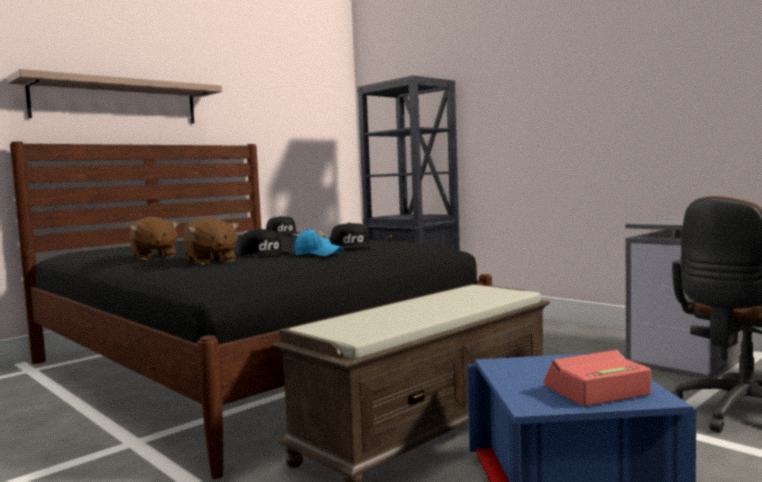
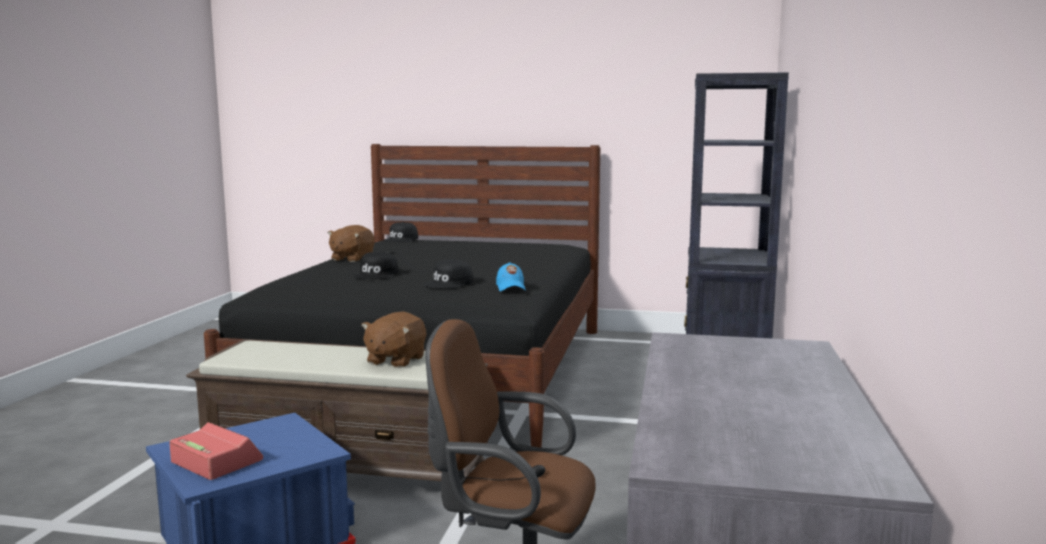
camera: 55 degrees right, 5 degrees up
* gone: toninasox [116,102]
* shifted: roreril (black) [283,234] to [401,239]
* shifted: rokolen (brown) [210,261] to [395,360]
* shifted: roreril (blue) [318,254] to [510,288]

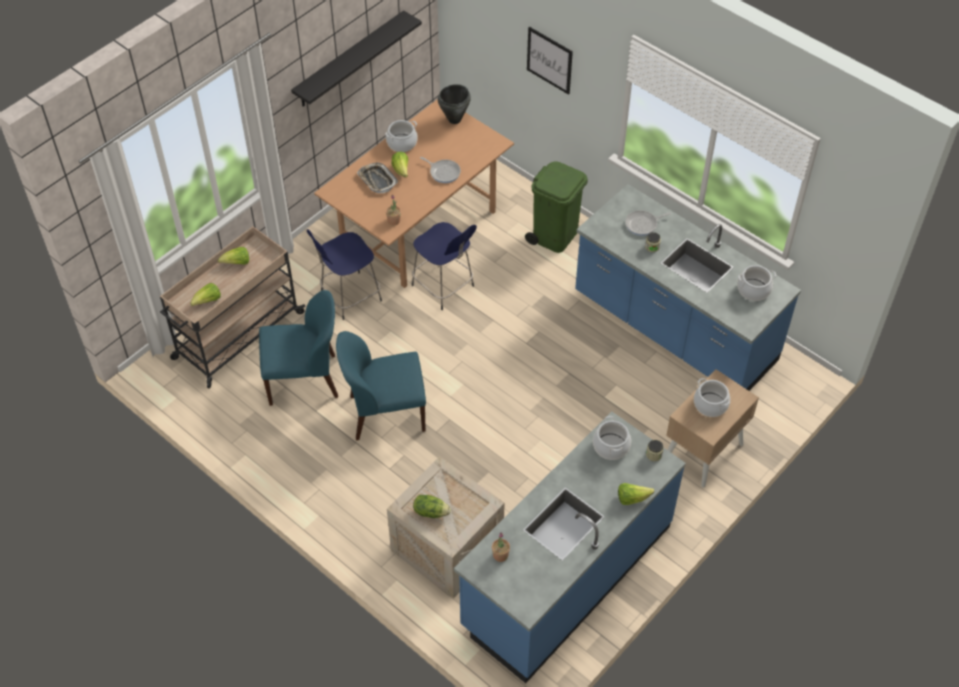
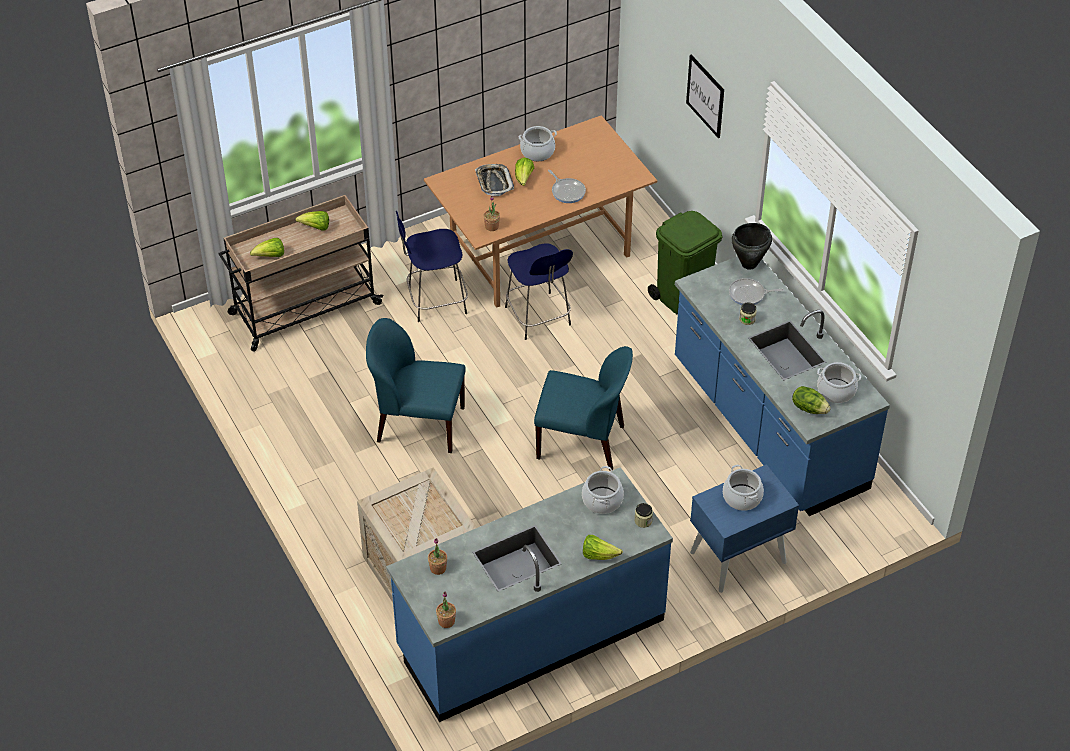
camera: 20 degrees right, 5 degrees down
* gone: toninasox (black) [349,60]
* shifted: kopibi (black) [455,119] to [749,264]
* shifted: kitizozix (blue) [304,379] to [583,442]
* repainted: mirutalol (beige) [703,452] to mirutalol (blue) [737,557]
* shifted: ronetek [431,511] to [809,408]
* new: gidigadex [446,621]

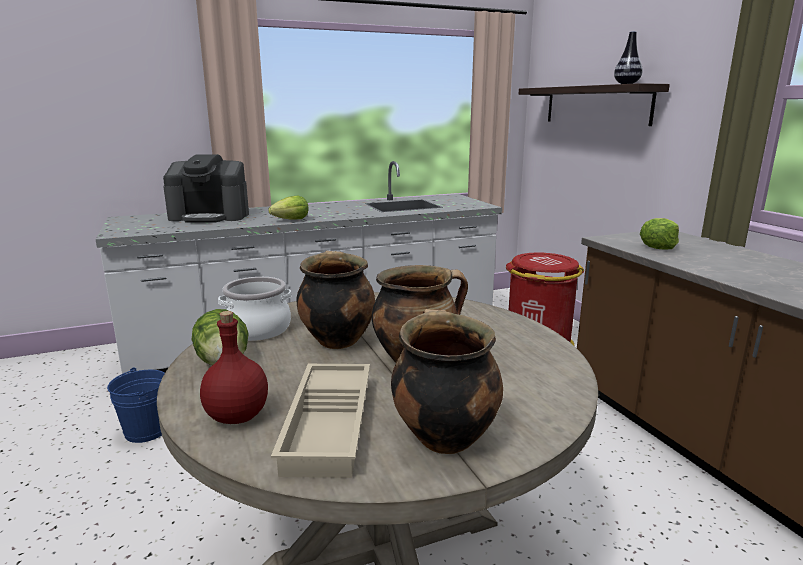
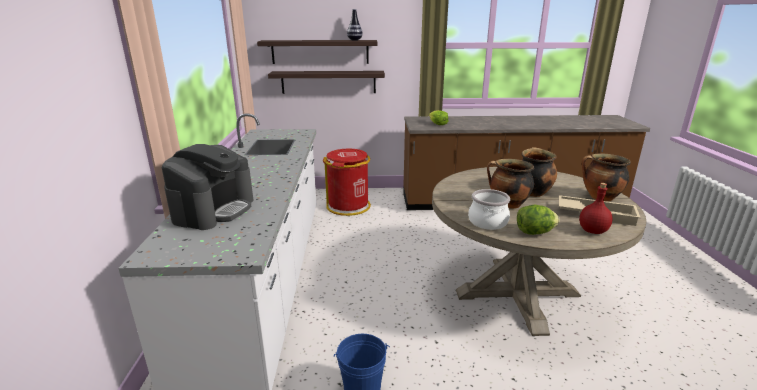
camera: 70 degrees left, 5 degrees up
* gone: ronetek [291,220]
* new: toninasox [328,82]

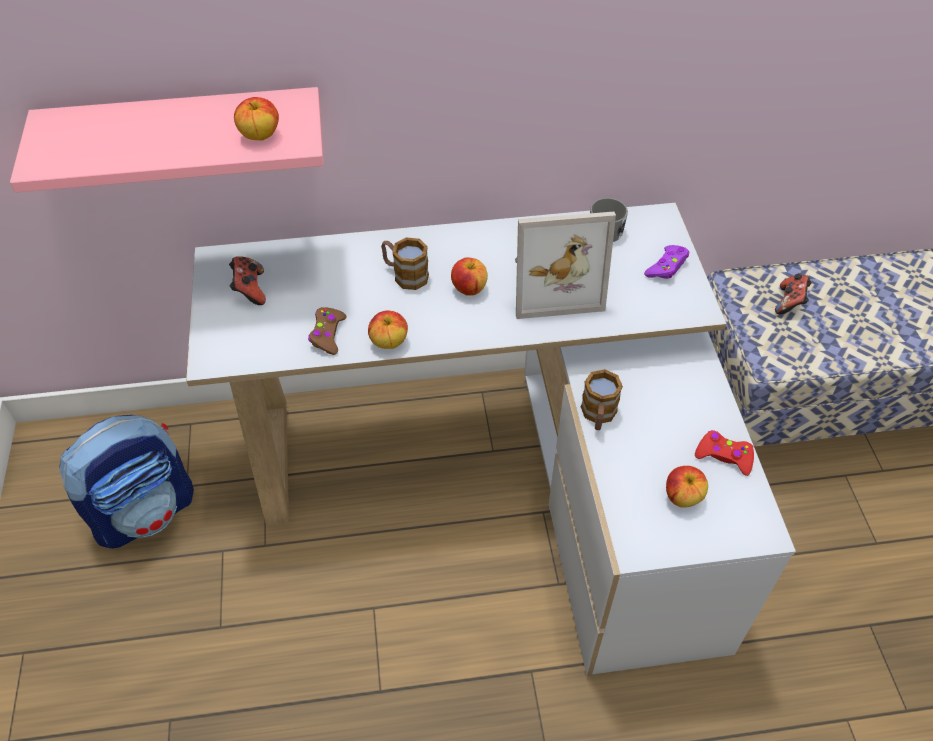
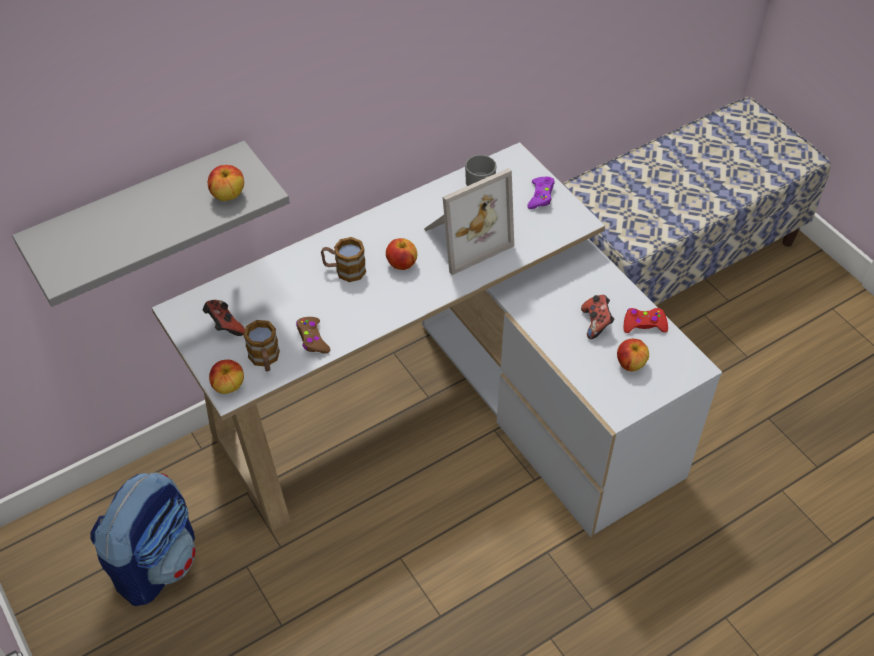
camera: 25 degrees left, 0 degrees up
* repainted: toninasox (pink) [186,137] to toninasox (grey) [140,215]
* shifted: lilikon [790,303] to [596,323]
* shifted: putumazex [389,342] to [228,386]
* shifted: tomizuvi [598,415] to [265,359]

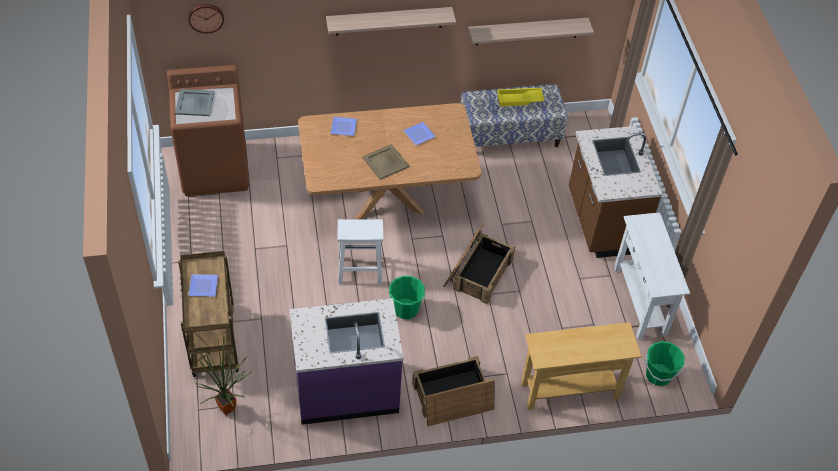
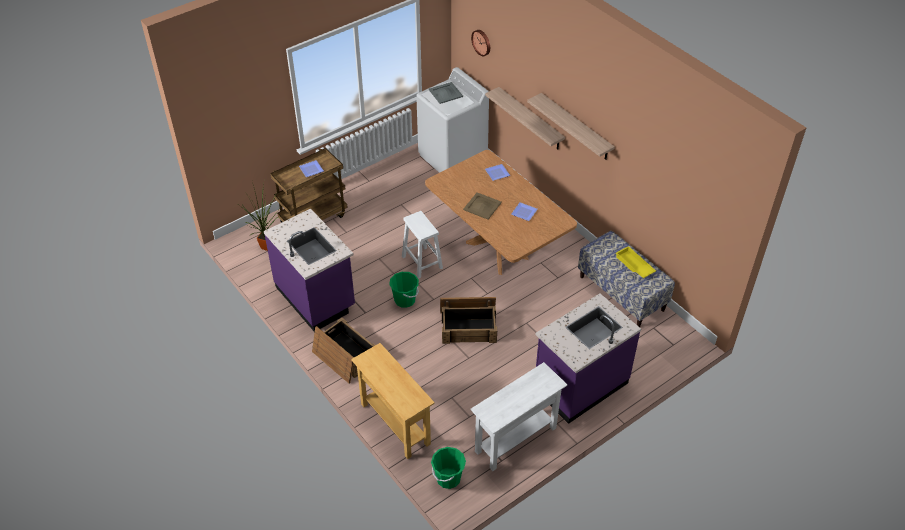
camera: 65 degrees right, 5 degrees down
* shifted: toninasox [527,31] to [530,119]
* repainted: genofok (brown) [215,169] to genofok (white) [453,157]
* repainted: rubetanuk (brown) [602,222] to rubetanuk (purple) [580,385]

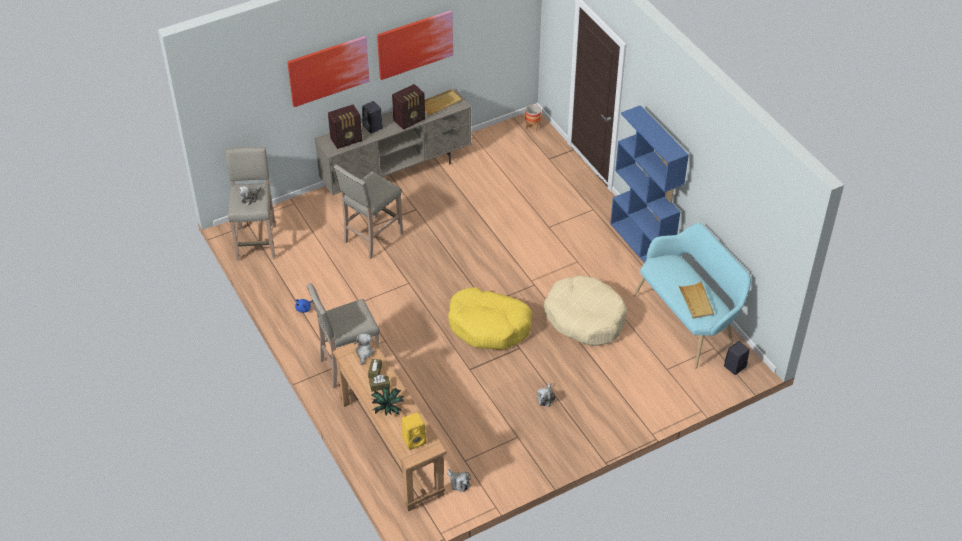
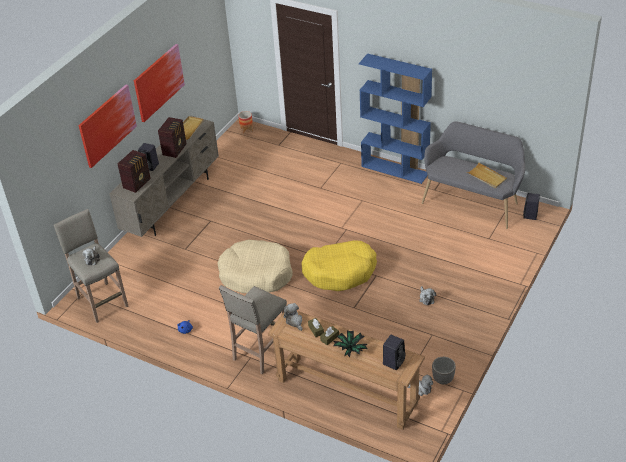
camera: 30 degrees left, 5 degrees down
* gone: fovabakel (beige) [372,238]
* repainted: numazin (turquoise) [688,320] to numazin (grey) [472,202]
* shifted: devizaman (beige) [585,318] to [256,274]
* repainted: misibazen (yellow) [415,440] to misibazen (black) [394,361]
* new: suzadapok [443,380]

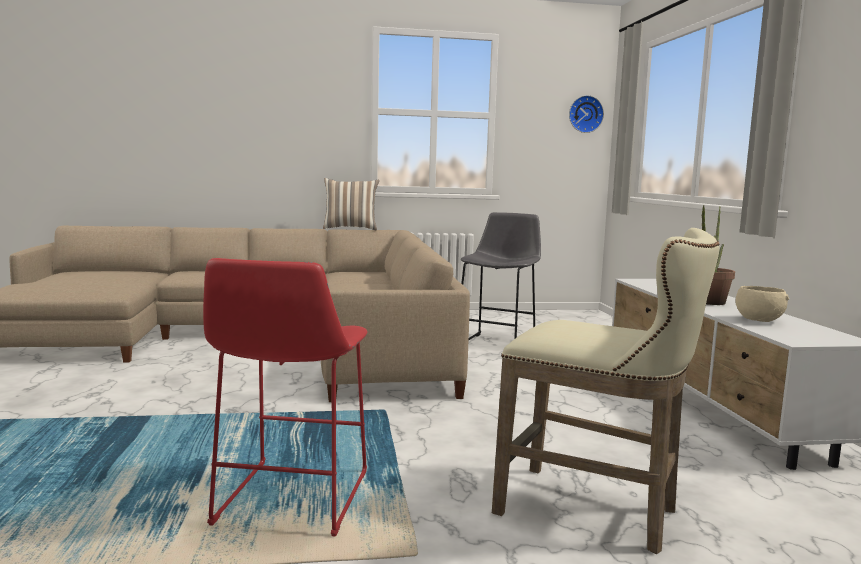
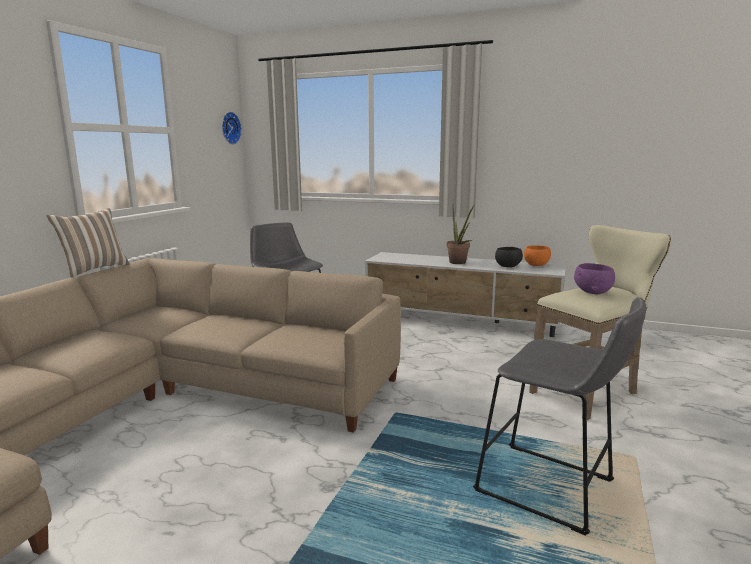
camera: 60 degrees left, 5 degrees up
* repainted: fovabakel (red) [289,502] to fovabakel (grey) [551,490]
* repainted: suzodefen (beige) [758,320] to suzodefen (black) [507,266]
* new: suzodefen (orange) [536,265]
* new: suzodefen (purple) [593,292]

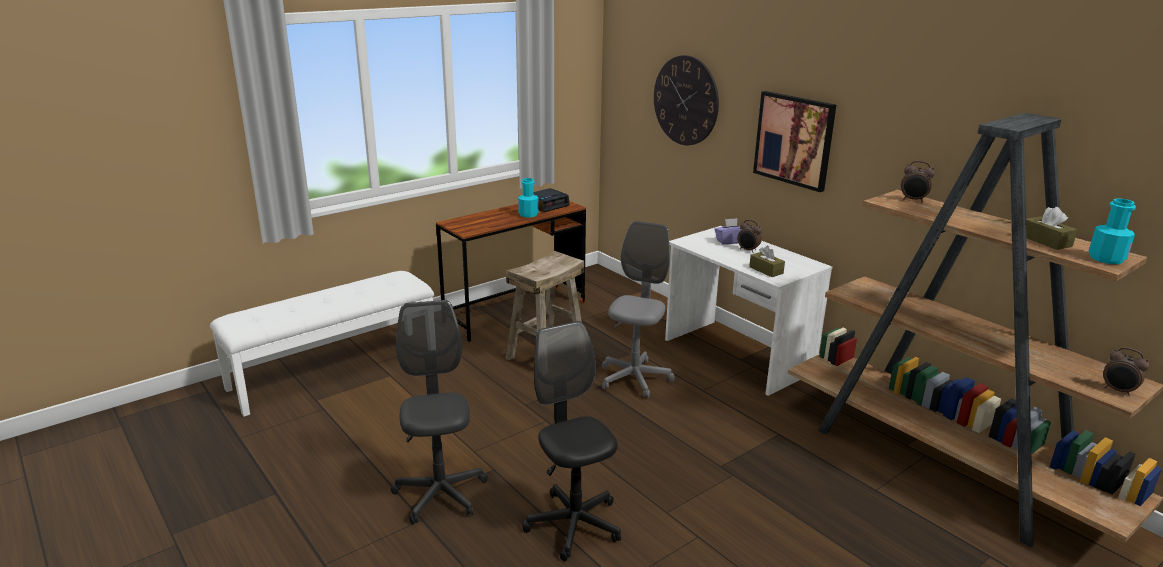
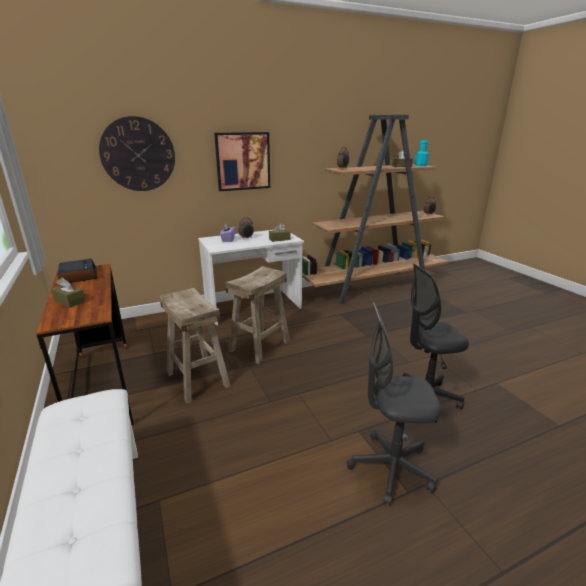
camera: 75 degrees left, 0 degrees up
* gone: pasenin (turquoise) [528,214]
* swapped: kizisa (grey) [634,379] to fovabakel (beige) [259,346]
* new: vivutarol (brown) [70,301]

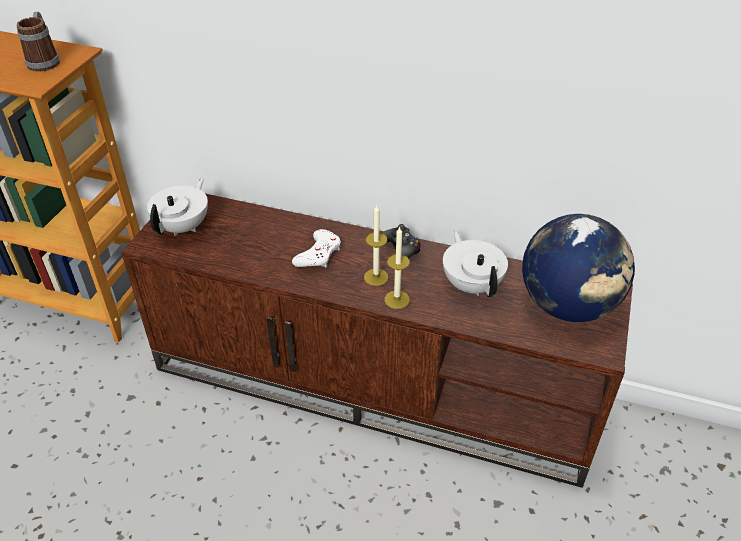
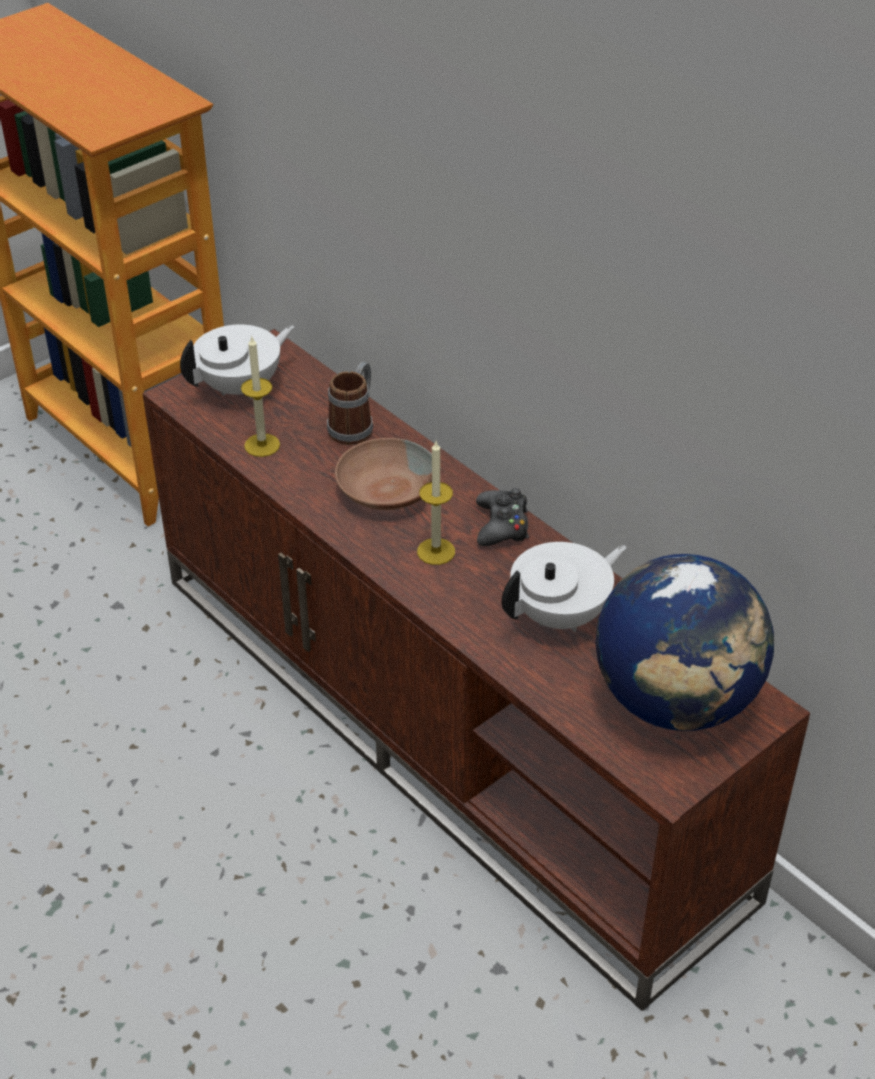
camera: 30 degrees right, 0 degrees up
* shifted: tomizuvi [45,61] to [354,425]
* shifted: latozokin [397,299] to [262,445]
* swapped: lilikon (white) [318,254] to suzodefen (brown) [385,490]
* rotated: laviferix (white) [472,284] = [561,615] 45 degrees clockwise

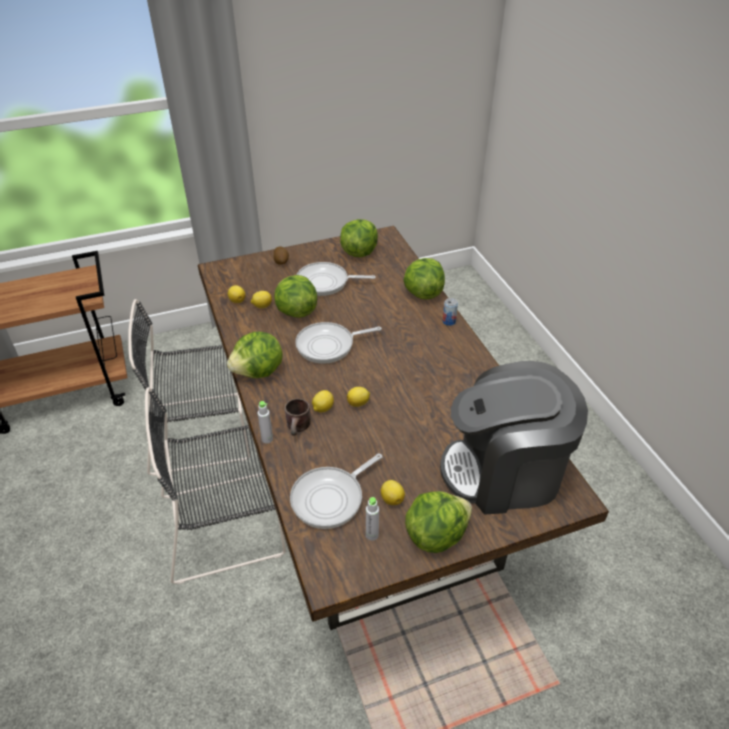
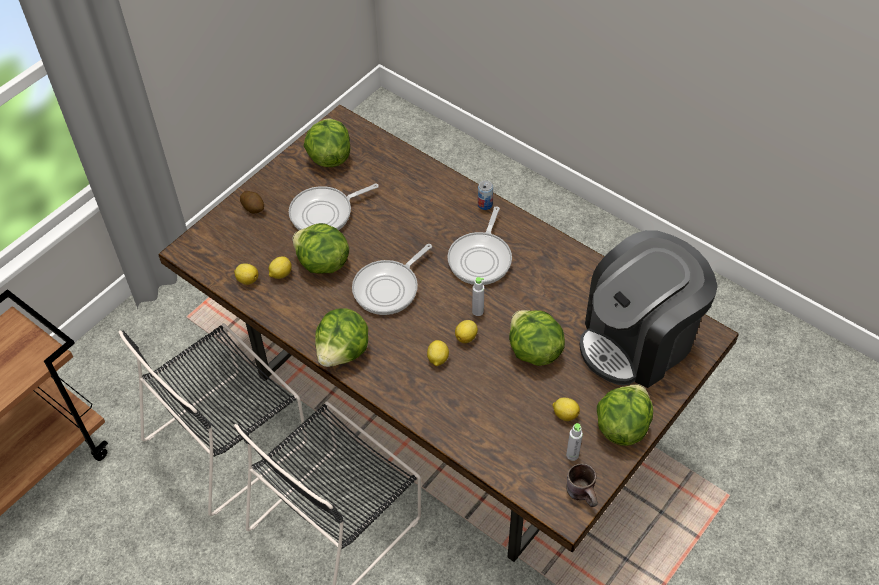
camera: 30 degrees left, 10 degrees up
* shifted: ronetek [423,293] to [533,351]
* shifted: tomizuvi (brown) [300,428] to [584,493]
* shifted: pasenin (grey) [267,439] to [477,311]
* shifted: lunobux [331,498] to [481,258]

